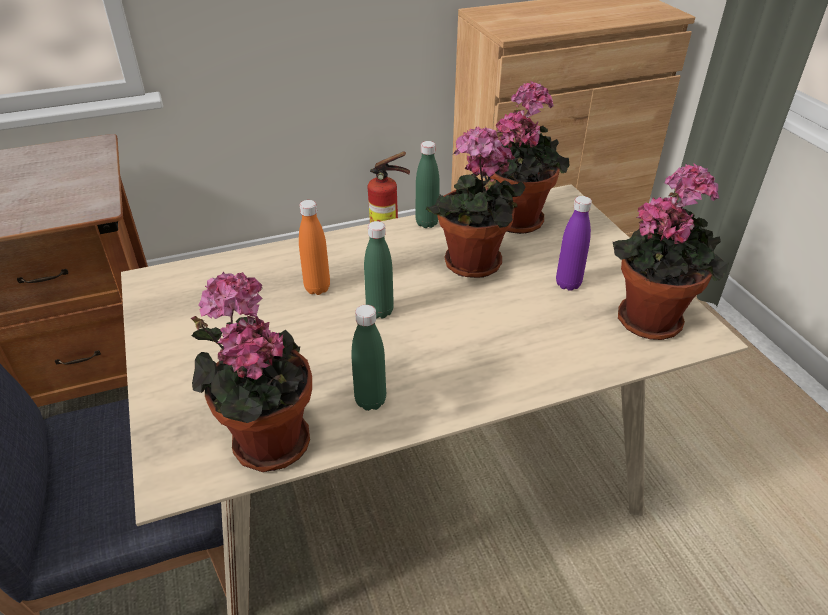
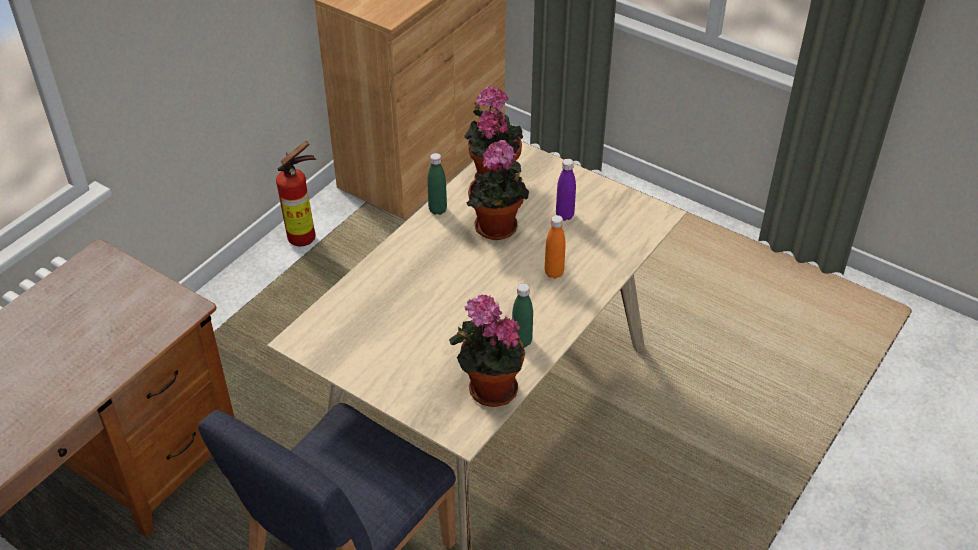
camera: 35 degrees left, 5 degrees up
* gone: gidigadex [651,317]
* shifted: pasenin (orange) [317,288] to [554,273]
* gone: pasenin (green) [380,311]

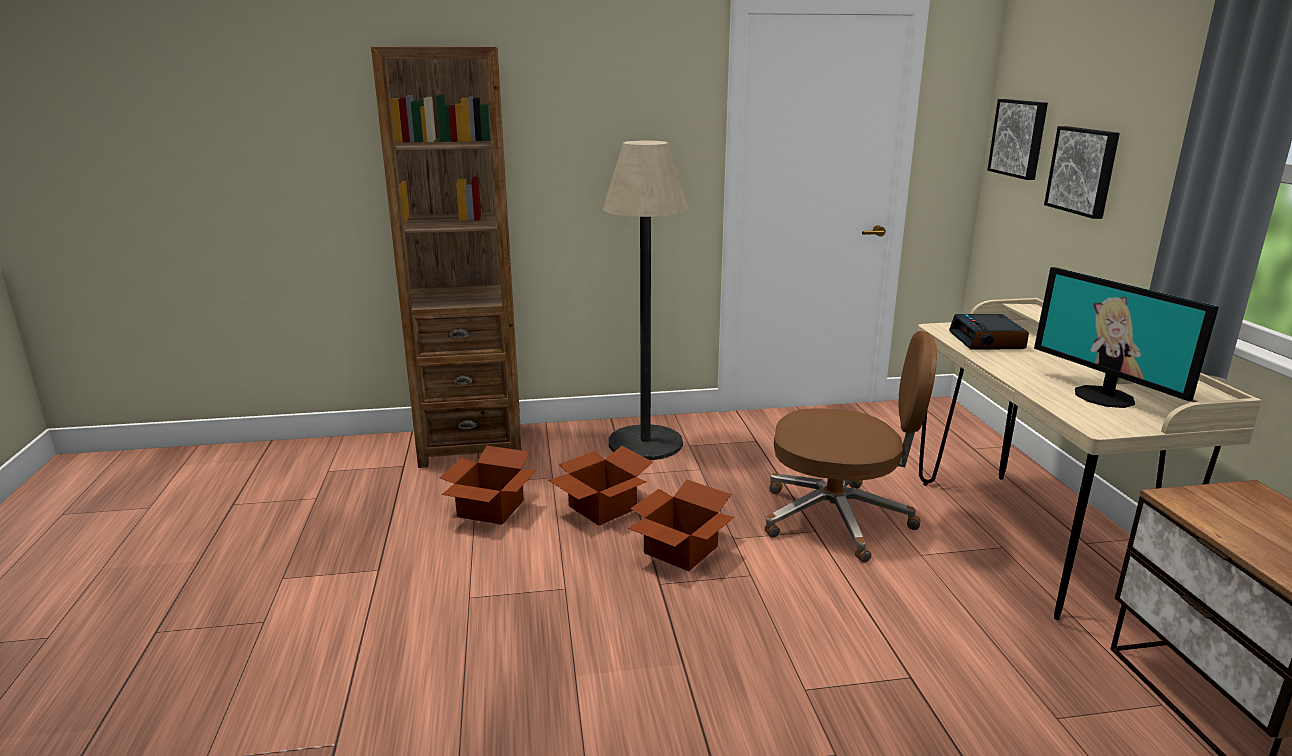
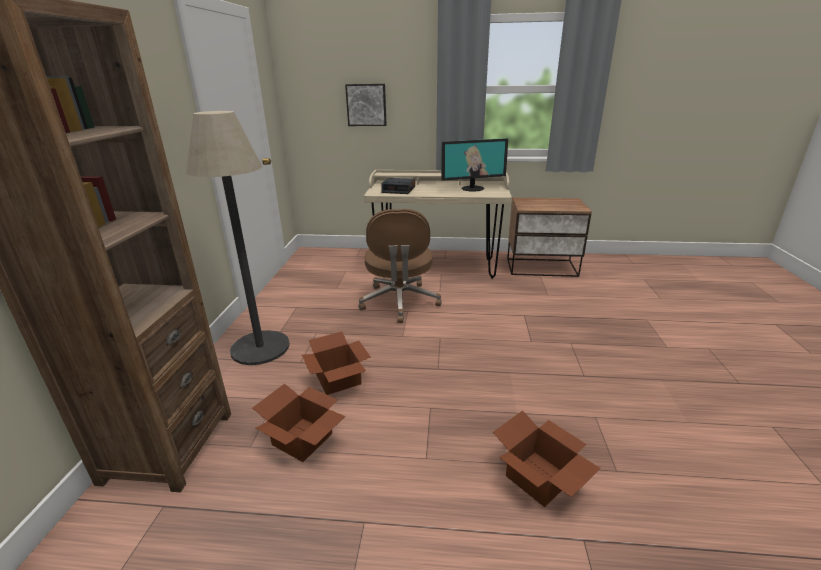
camera: 75 degrees left, 5 degrees up
* gone: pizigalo [1019,138]
* rotated: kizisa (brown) [839,519] = [399,302] 150 degrees clockwise
* shifted: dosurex [678,550] to [539,479]

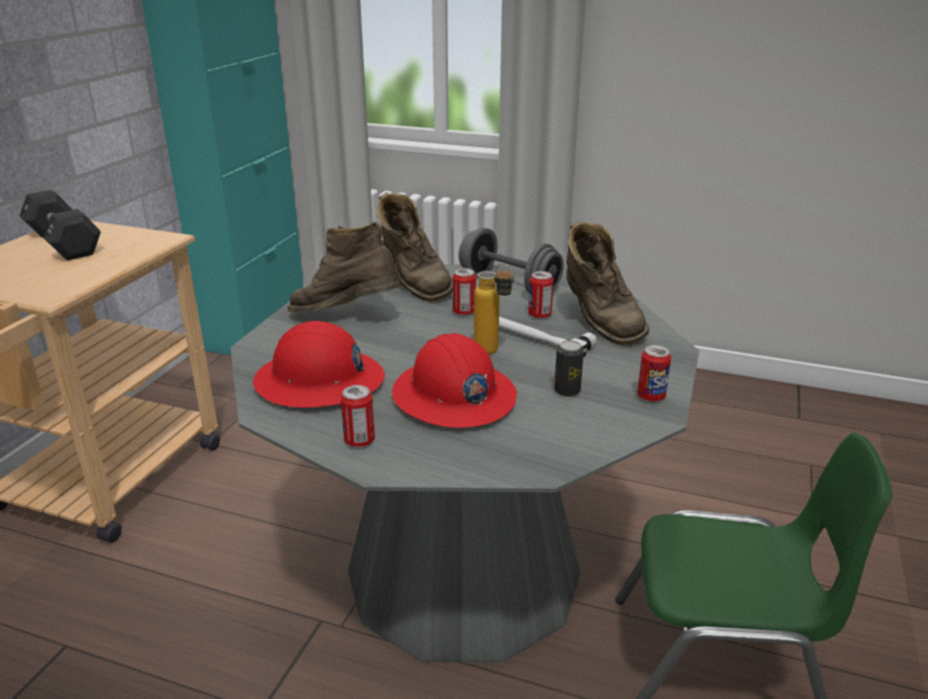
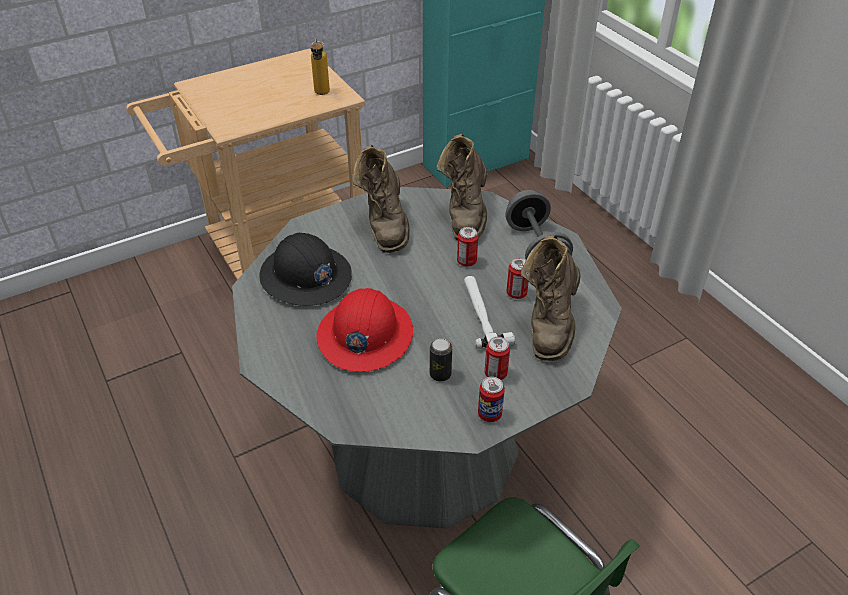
camera: 40 degrees right, 15 degrees up
* gone: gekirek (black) [64,243]
* rotated: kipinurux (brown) [346,316] = [385,226] 150 degrees counterclockwise
* shifted: pasenin [493,353] to [321,95]
* repainted: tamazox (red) [319,382] to tamazox (black) [305,277]
* shifted: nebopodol [359,441] to [495,373]

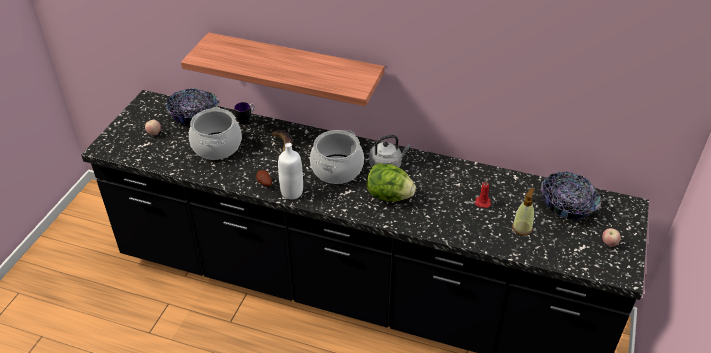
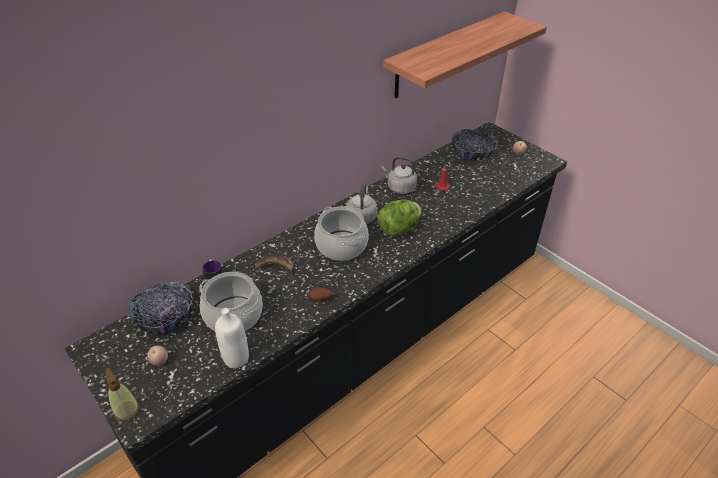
camera: 60 degrees left, 0 degrees up
* shifted: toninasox [295,68] to [446,55]
* shifted: pasenin (white) [292,192] to [236,358]
* shifted: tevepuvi [522,228] to [126,410]
* new: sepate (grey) [400,187]

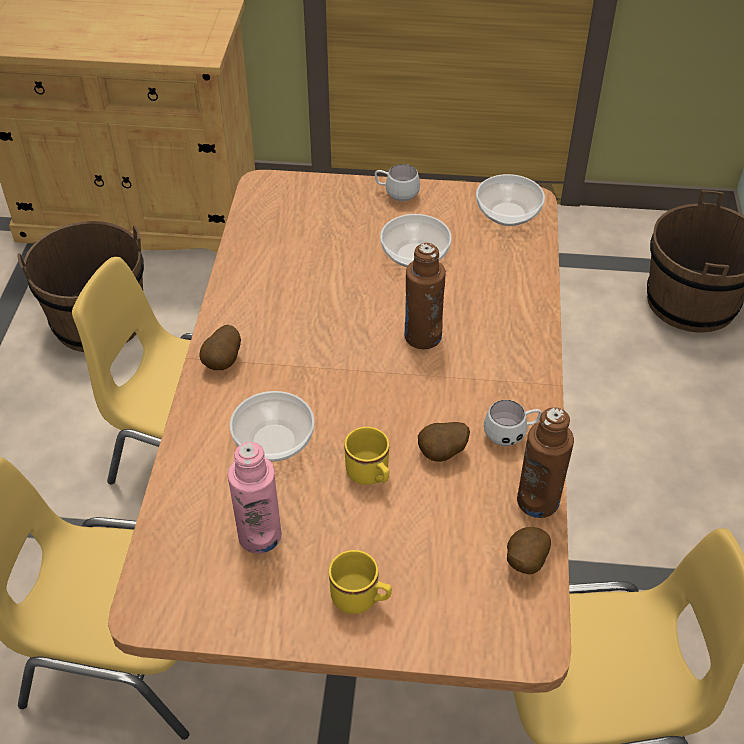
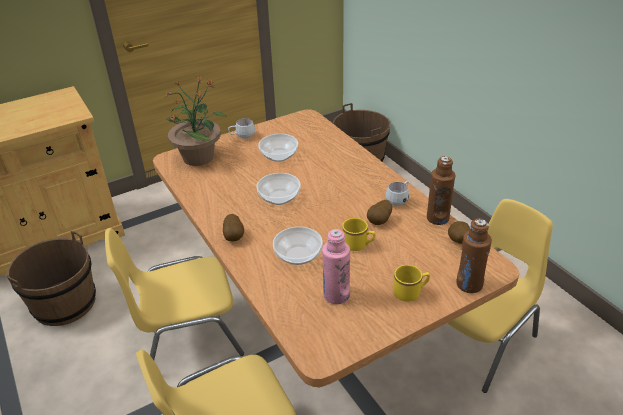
camera: 35 degrees left, 10 degrees down
* shifted: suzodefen [507,215] to [279,198]
* shifted: pasenin (brown) [422,336] to [469,284]
* new: gidigadex [199,157]

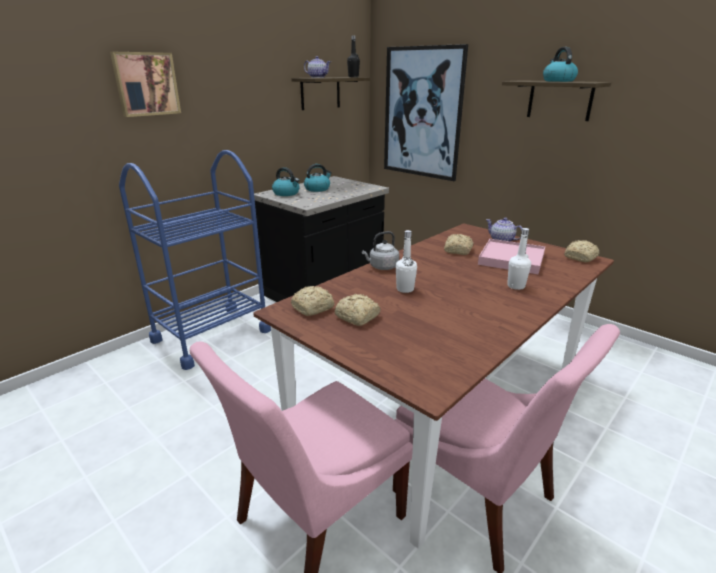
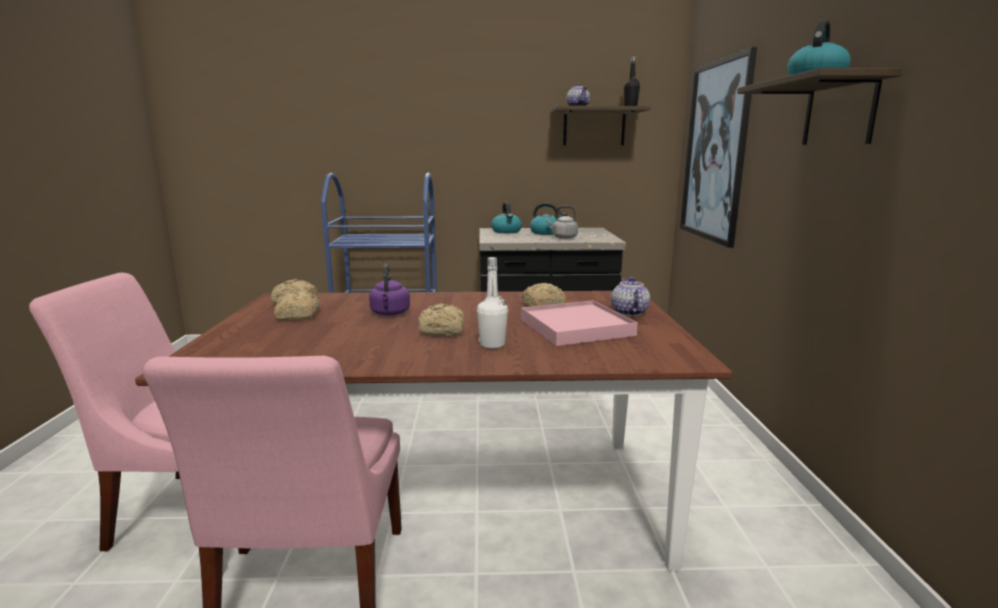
camera: 45 degrees right, 10 degrees down
* gone: pizigalo [146,84]
* swapped: pasenin (white) [405,289] to sepate (purple) [390,313]
* shifted: sepate (grey) [382,267] to [563,237]
* shifted: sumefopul [581,257] to [443,331]

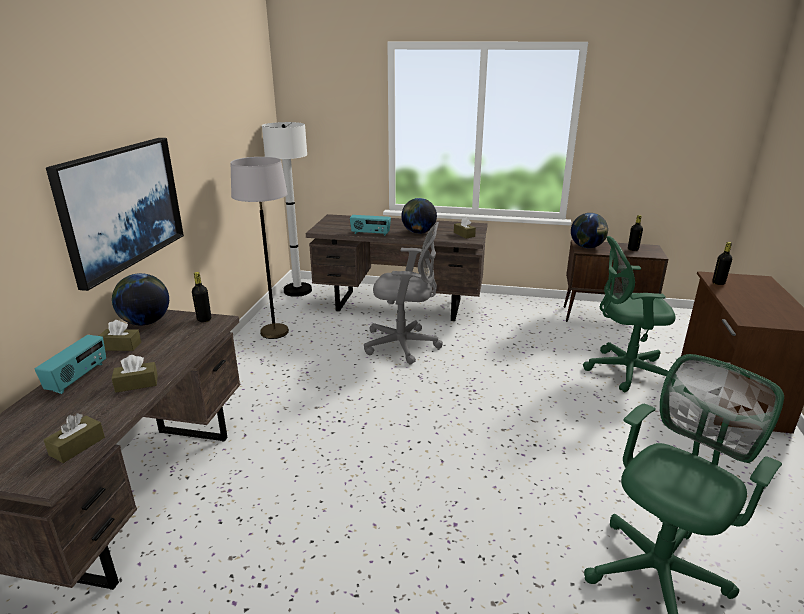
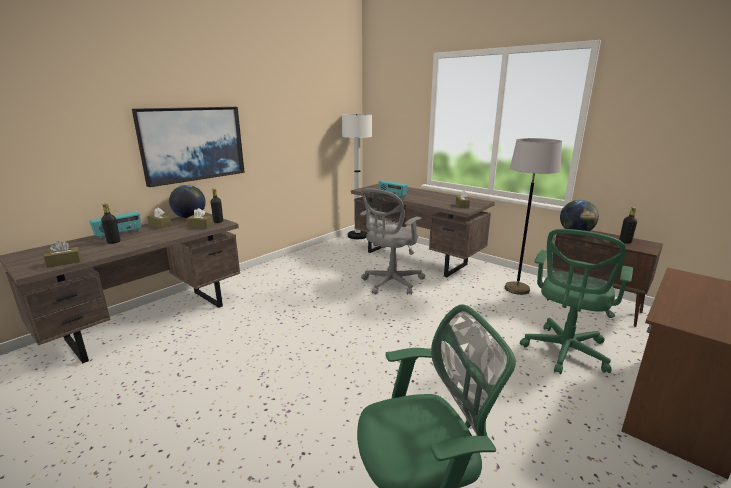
camera: 30 degrees right, 5 degrees down
* shifted: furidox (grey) [274,332] to [517,289]
* gone: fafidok [418,232]
* rotated: kizisa (grey) [404,345] = [390,283] 90 degrees clockwise
* rotated: kizisa (green) [624,371] = [564,352] 90 degrees counterclockwise
* shifted: pasenin (black) [718,283] to [114,242]
* shifted: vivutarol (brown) [137,384] to [200,226]

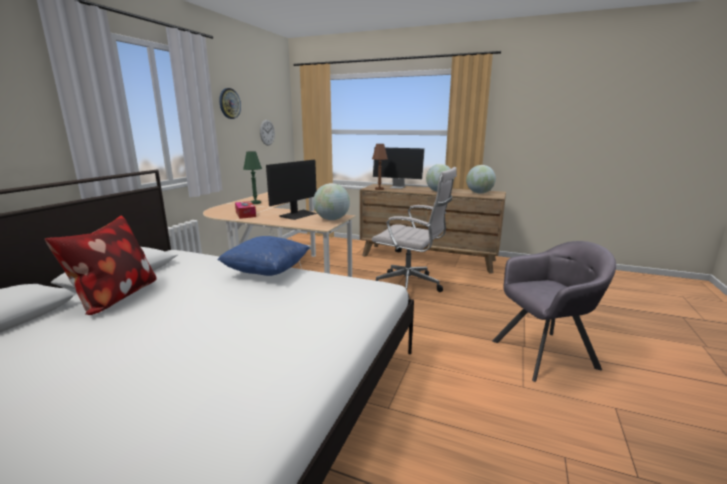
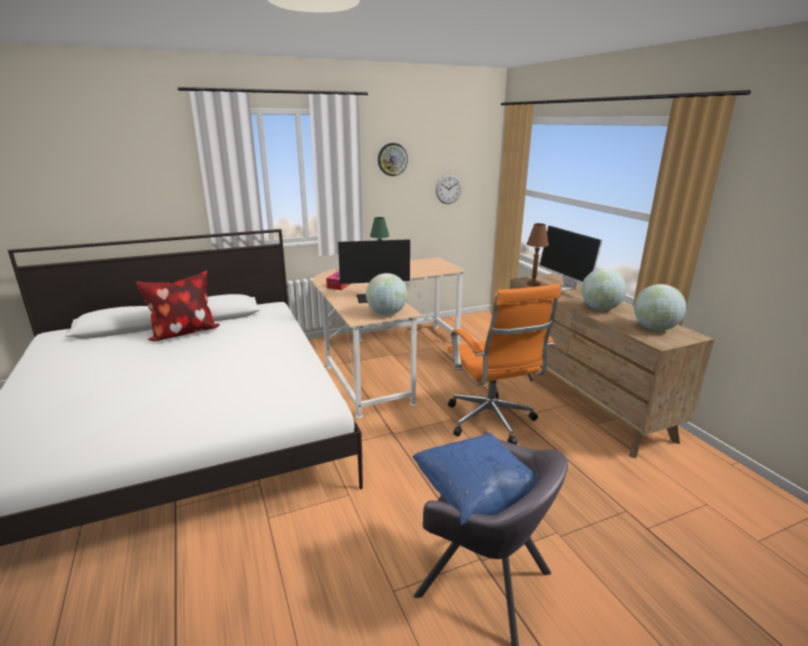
camera: 45 degrees right, 5 degrees up
* repainted: kizisa (white) [411,286] to kizisa (orange) [491,423]
* shifted: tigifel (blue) [267,272] to [476,496]

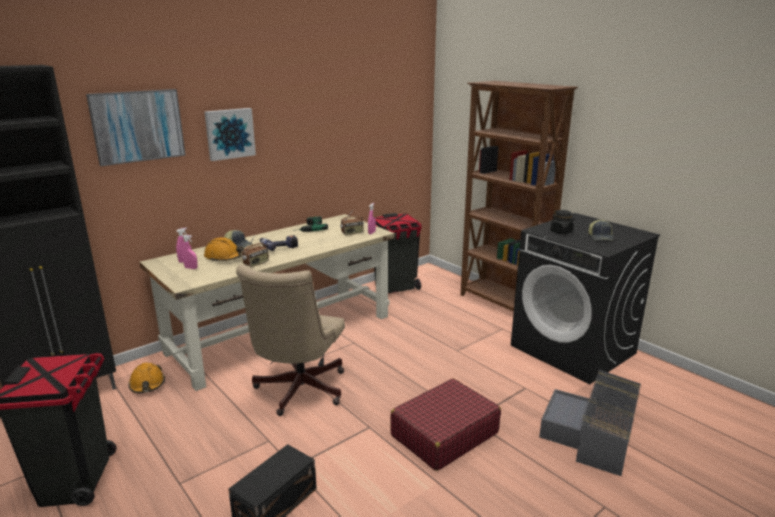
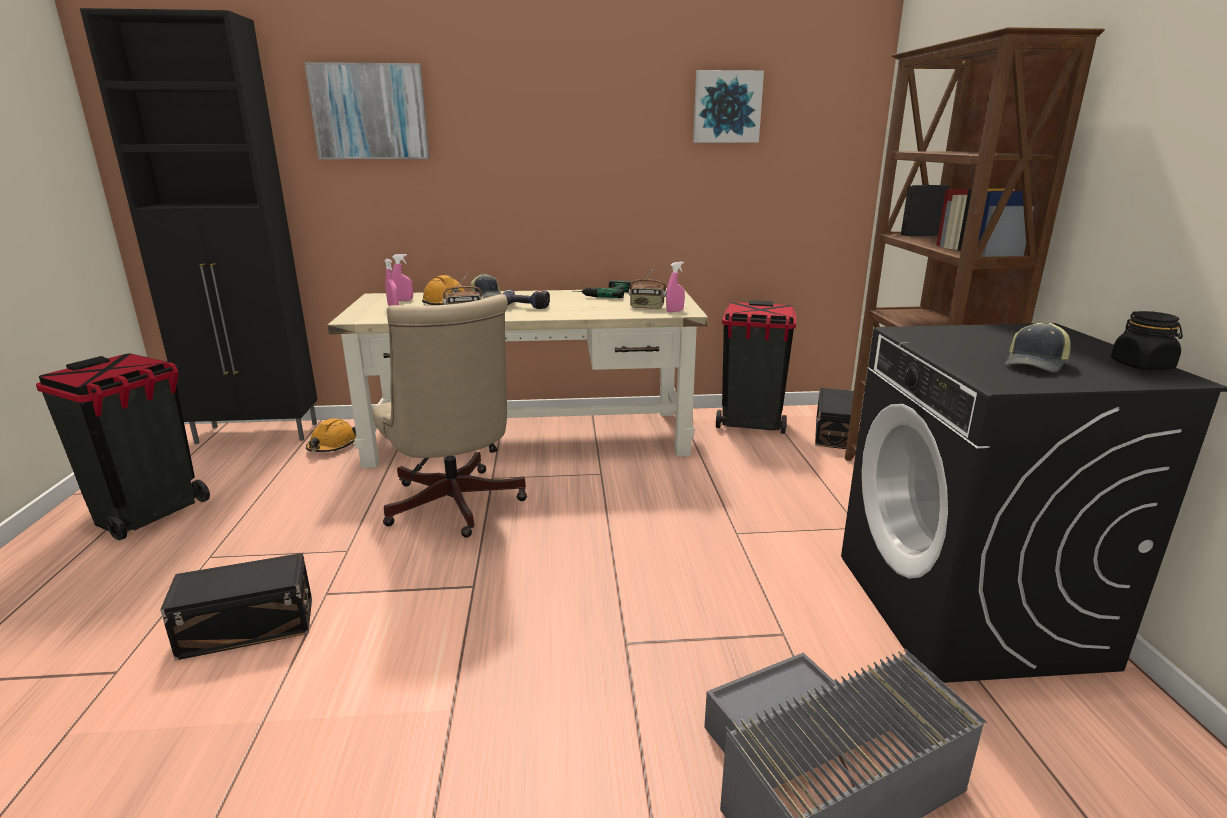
camera: 35 degrees right, 0 degrees up
* shifted: pizigalo [229,133] to [726,107]
* shifted: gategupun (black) [561,232] to [1142,365]
* rotated: kizisa (beige) [297,392] = [454,508] 75 degrees counterclockwise
* gone: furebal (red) [444,434]
* new: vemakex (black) [834,433]

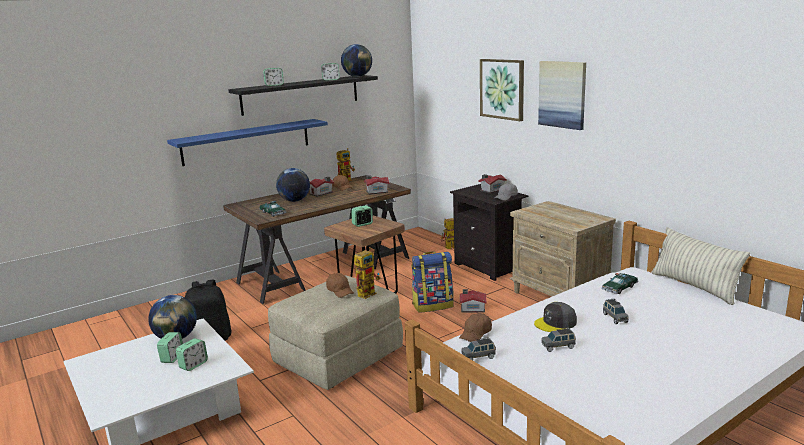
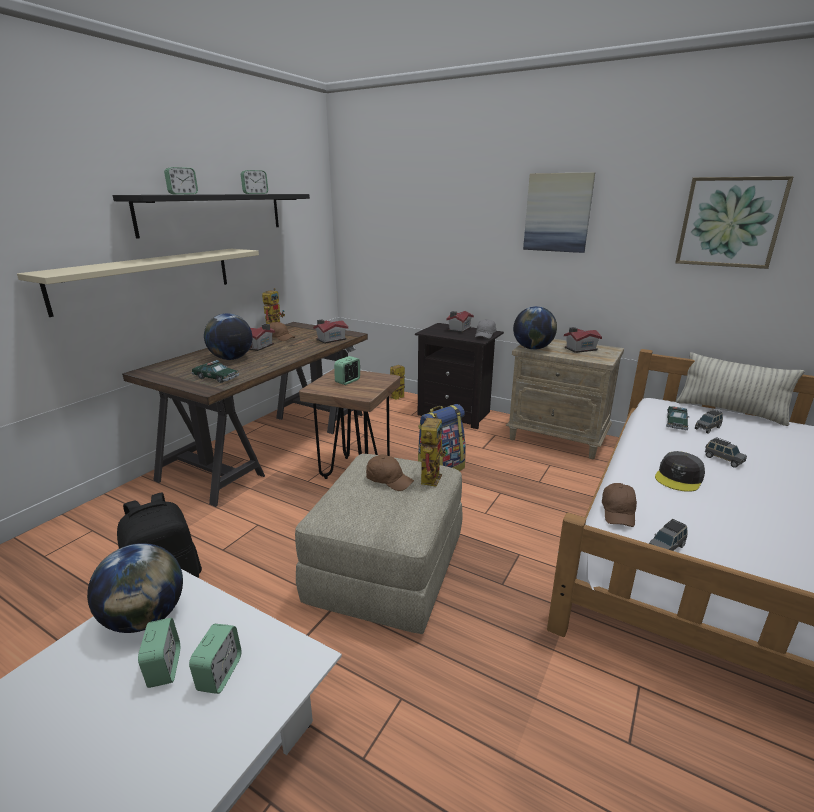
camera: 25 degrees left, 5 degrees up
* shifted: fafidok [357,76] to [532,348]
* shifted: pizigalo [502,89] to [730,222]
* repainted: toninasox (blue) [247,141] to toninasox (beige) [147,278]
* shifted: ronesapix [472,308] to [579,349]
* shifted: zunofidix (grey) [558,347] to [707,428]

